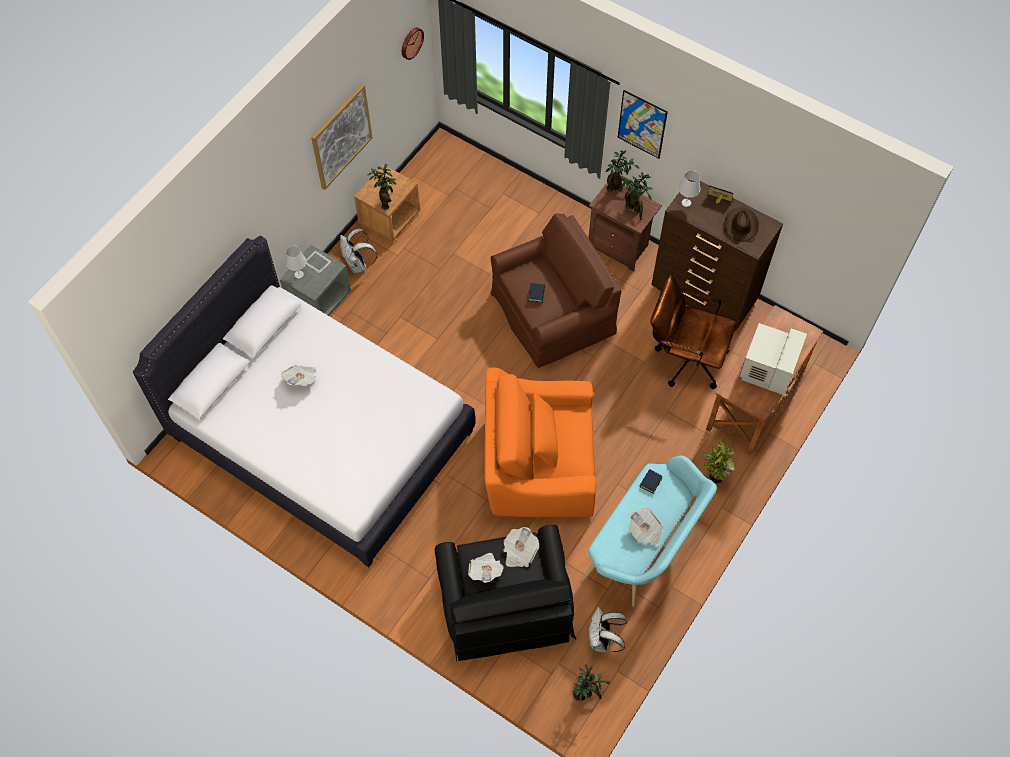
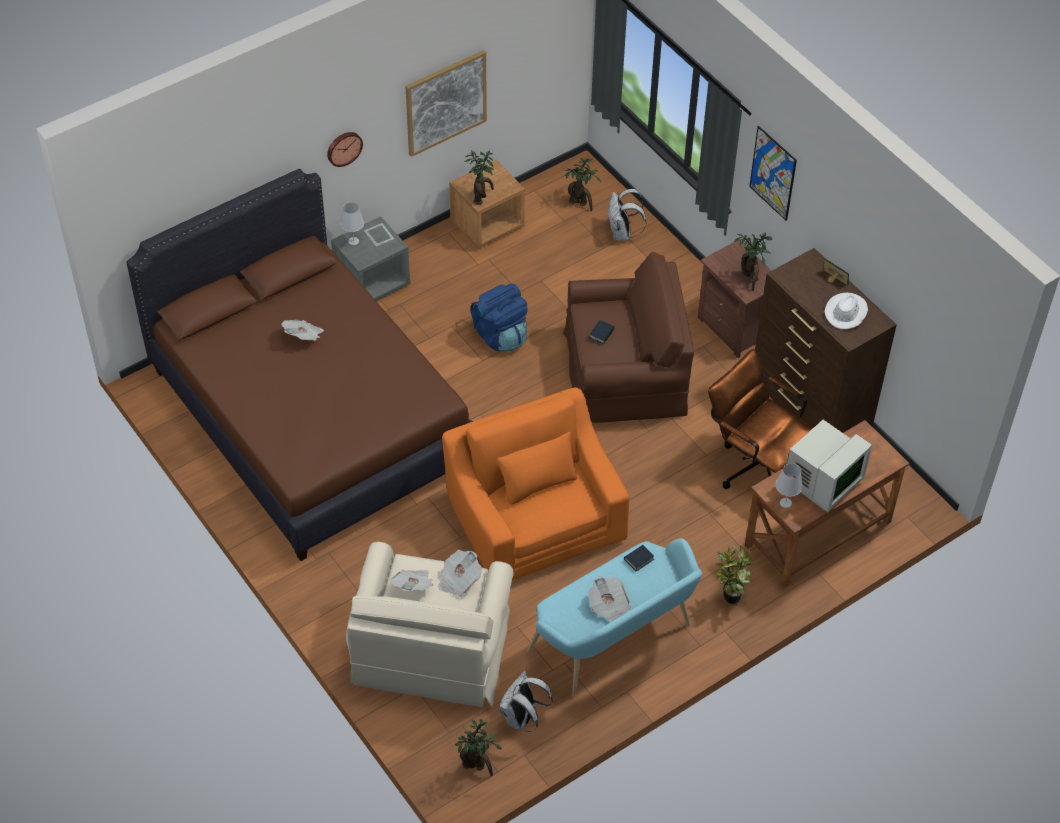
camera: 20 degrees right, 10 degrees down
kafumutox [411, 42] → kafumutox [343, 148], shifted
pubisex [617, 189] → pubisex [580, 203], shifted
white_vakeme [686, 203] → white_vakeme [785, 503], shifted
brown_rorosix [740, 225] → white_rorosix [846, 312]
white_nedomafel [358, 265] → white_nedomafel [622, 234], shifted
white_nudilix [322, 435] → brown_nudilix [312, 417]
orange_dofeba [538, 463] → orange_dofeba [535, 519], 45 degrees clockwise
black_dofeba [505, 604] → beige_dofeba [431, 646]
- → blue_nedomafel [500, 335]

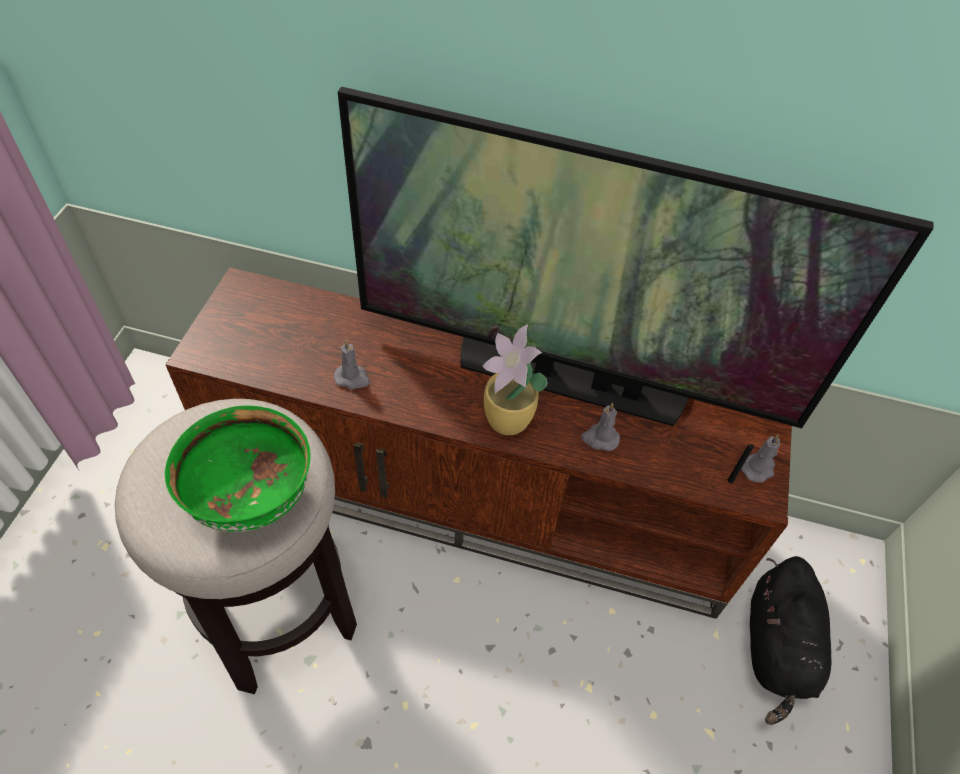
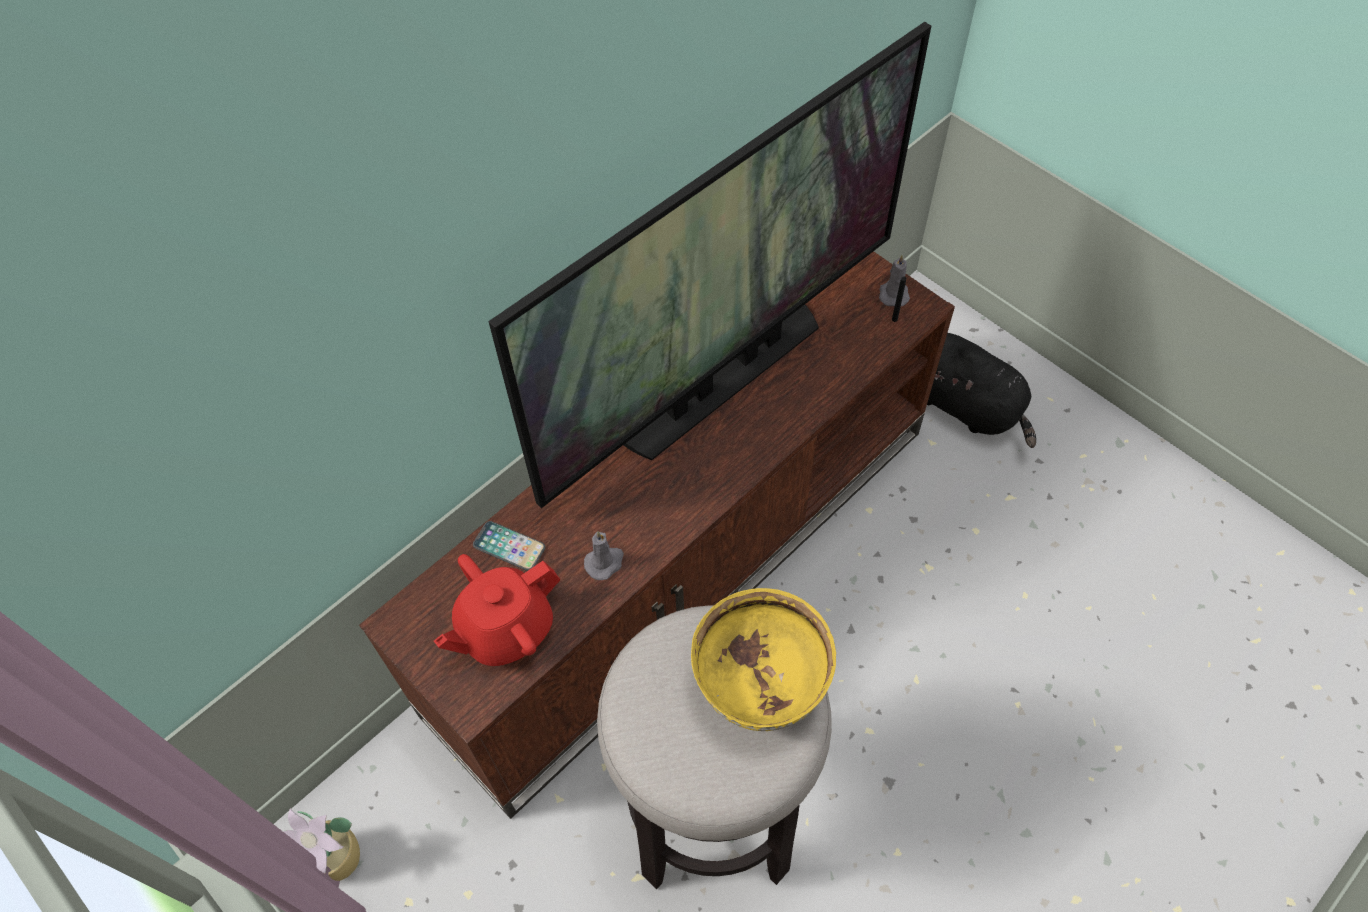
camera: 55 degrees left, 5 degrees up
pubisex [508, 421] → pubisex [341, 861], shifted
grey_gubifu [599, 438] → -
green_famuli [252, 498] → yellow_famuli [759, 684]
- → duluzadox [509, 546]
- → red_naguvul [505, 629]

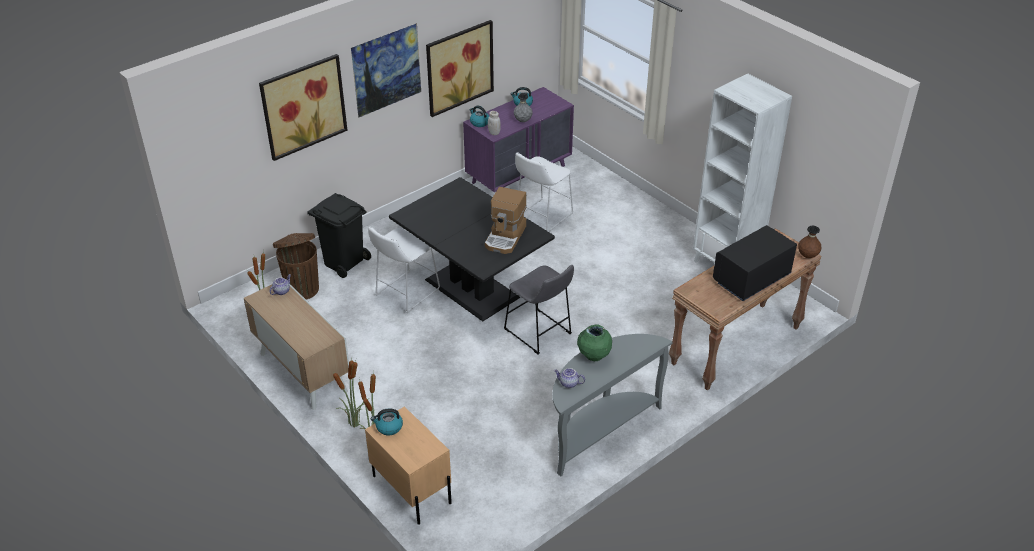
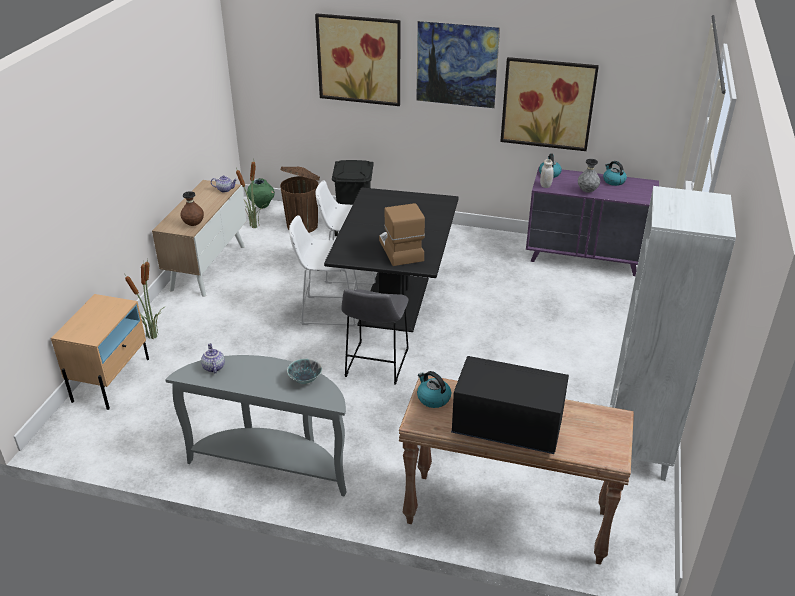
camera: 55 degrees right, 5 degrees down
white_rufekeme [541, 217] → white_rufekeme [327, 311], shifted
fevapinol [506, 237] → fevapinol [400, 250], 90 degrees clockwise
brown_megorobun [807, 256] → brown_megorobun [193, 224], shifted
green_megorobun [594, 357] → green_megorobun [262, 206], shifted
pubisex [355, 424] → -
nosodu [388, 427] → nosodu [433, 398], shifted
- → famuli [305, 381]

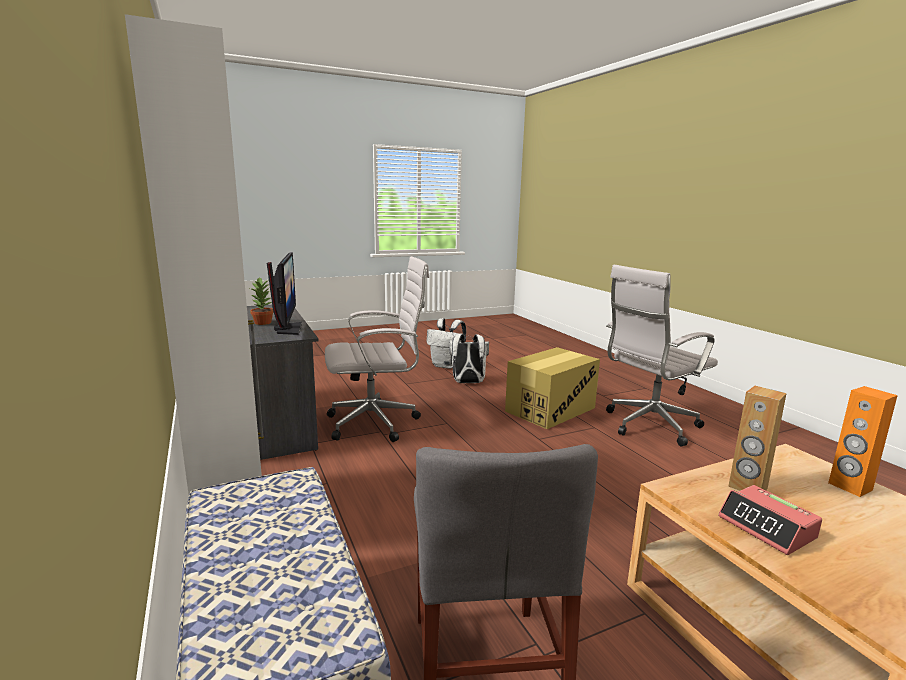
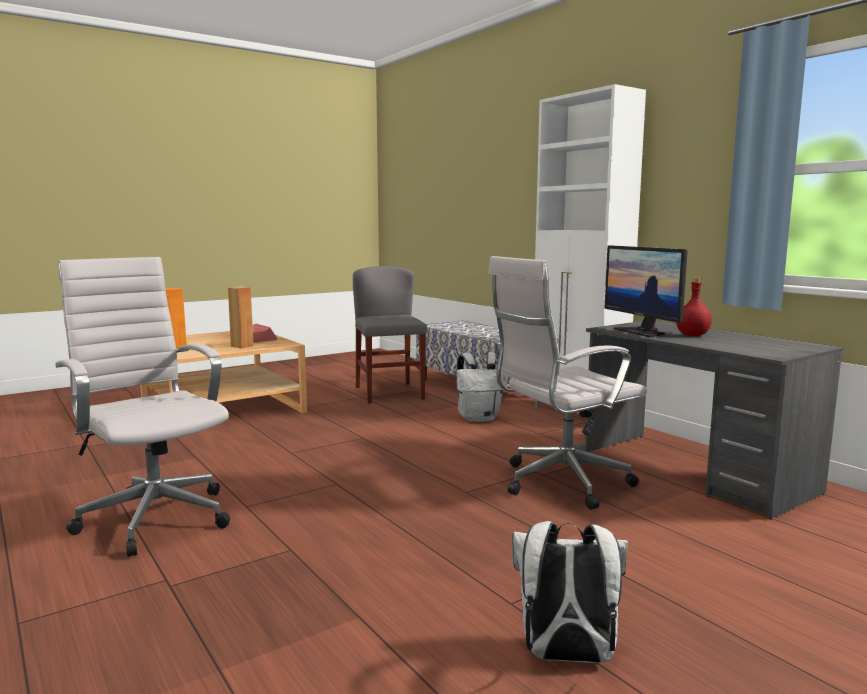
camera: 170 degrees right, 5 degrees down
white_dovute [648, 426] → white_dovute [154, 517], 90 degrees counterclockwise
pubisex [263, 322] → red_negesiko [693, 335]
white_nedomafel [467, 383] → white_nedomafel [479, 418], shifted
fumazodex [550, 409] → -

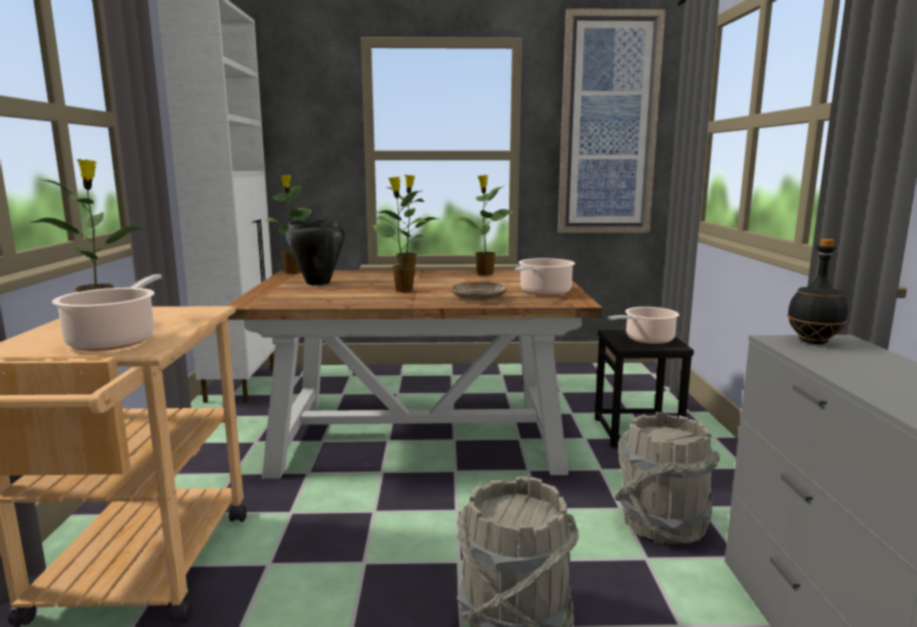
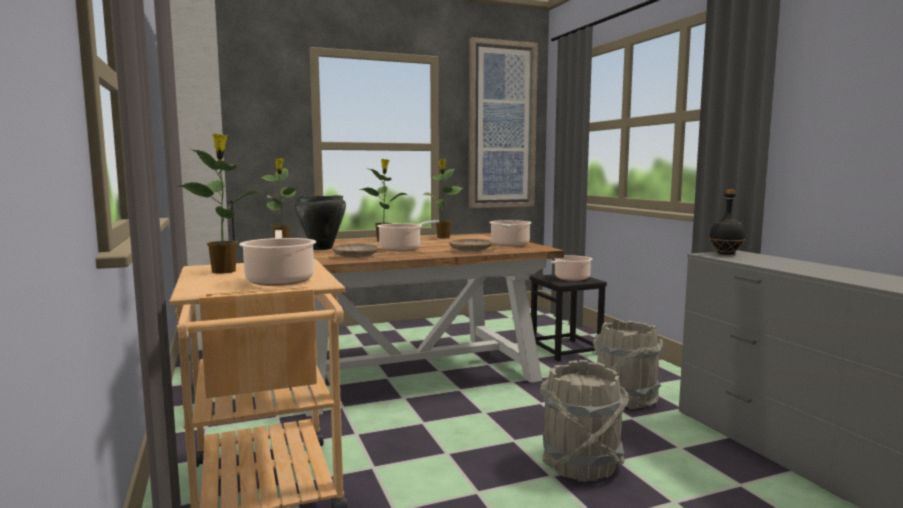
camera: 20 degrees left, 5 degrees down
pubisex [402, 290] → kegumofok [402, 249]
- → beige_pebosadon [355, 256]

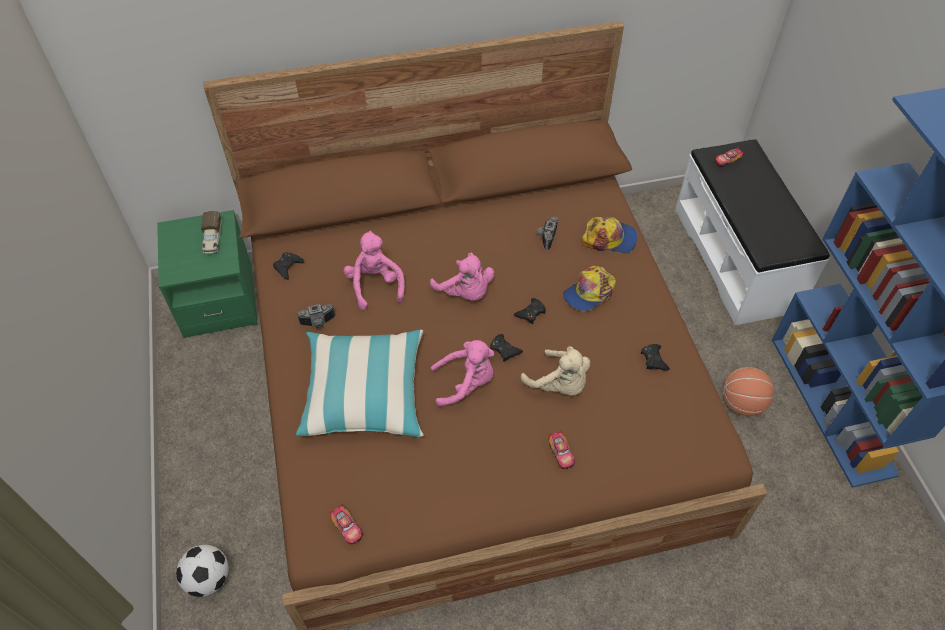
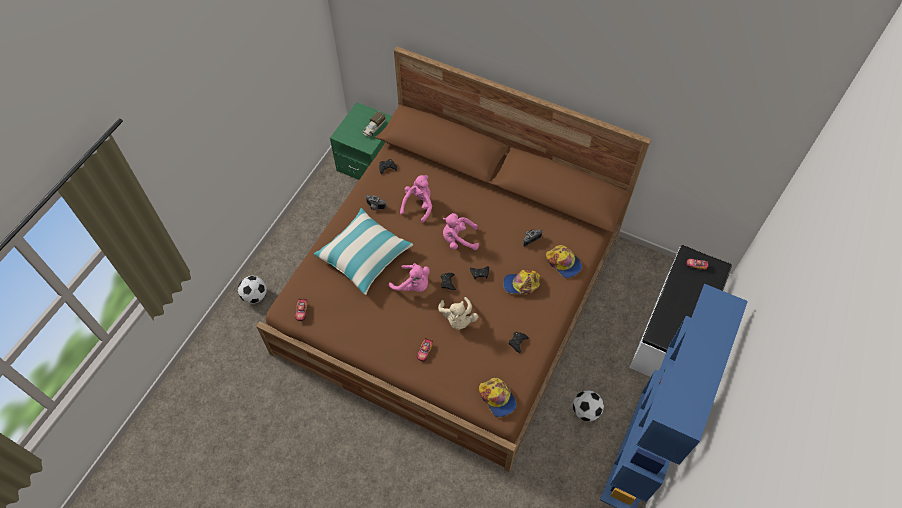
camera: 40 degrees right, 5 degrees up
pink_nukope [465, 292] → pink_nukope [458, 240], 90 degrees clockwise
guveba [741, 403] → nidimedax [585, 411]
- → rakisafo [497, 398]

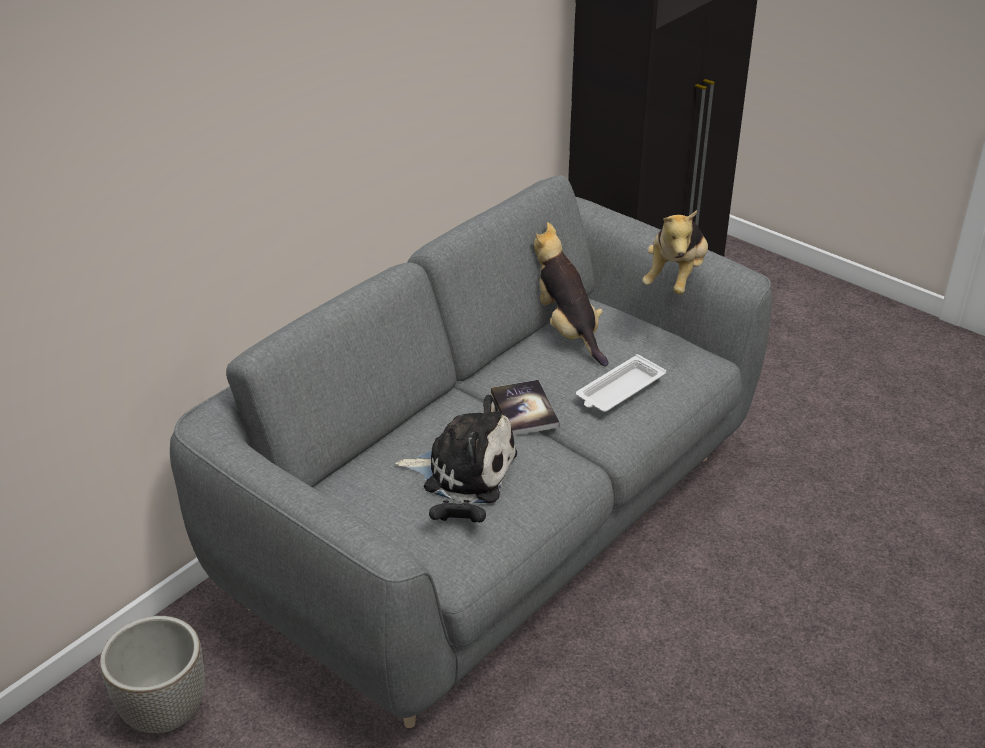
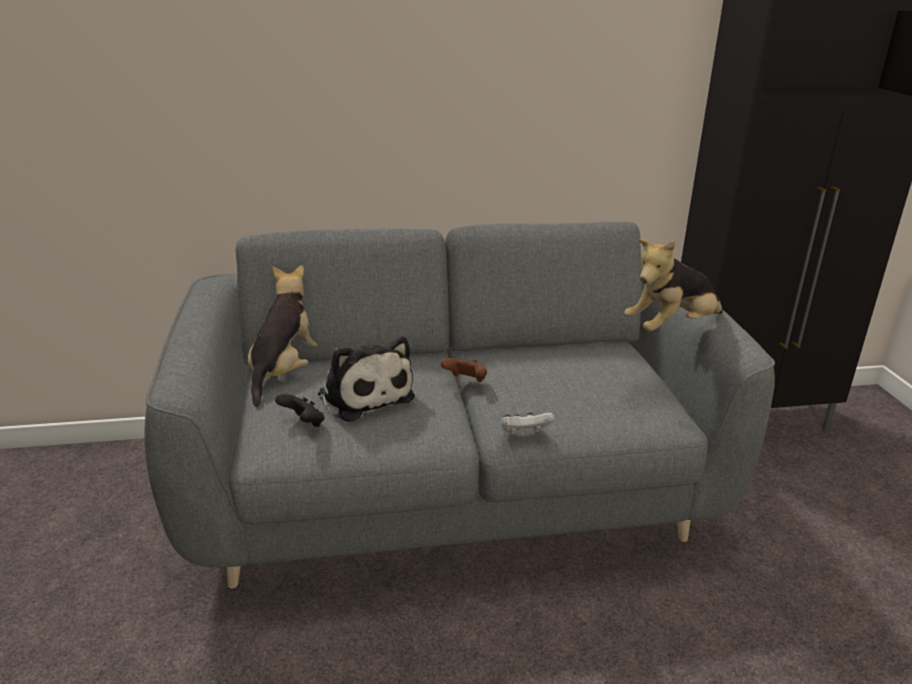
camera: 40 degrees right, 10 degrees down
nukope [567, 330] → nukope [284, 371], shifted
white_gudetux [619, 390] → -
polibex [524, 409] → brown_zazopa [466, 382]
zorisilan [165, 712] → -
- → white_zazopa [524, 434]

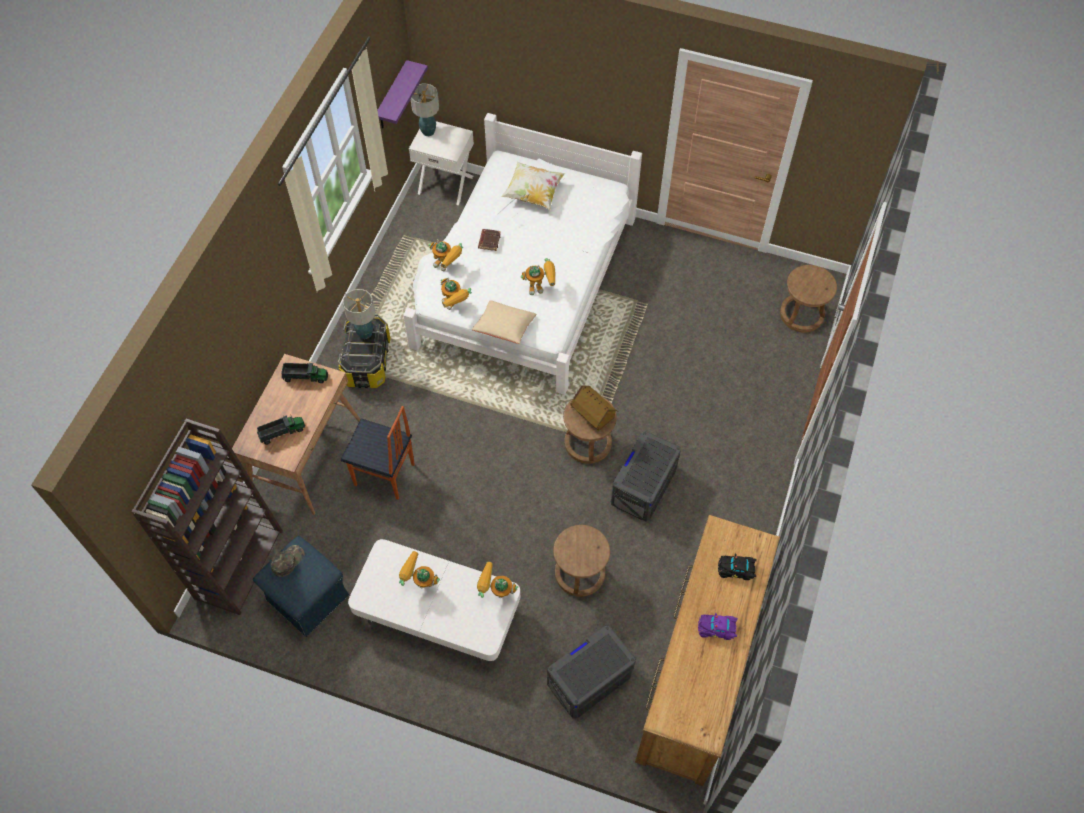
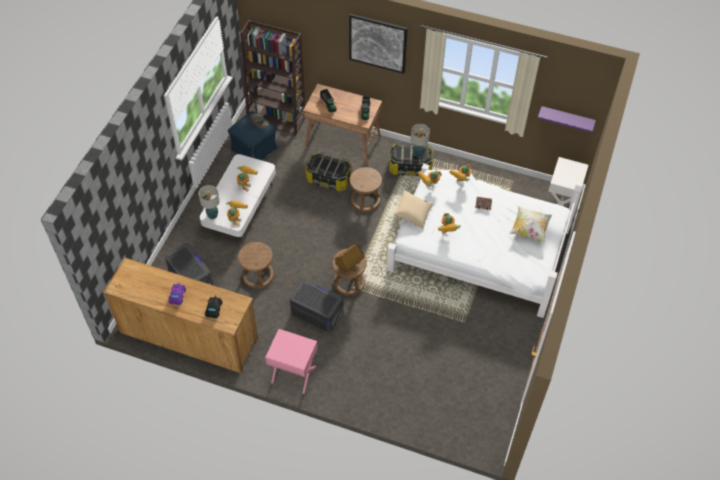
camera: 90 degrees right, 5 degrees down
vakeme [428, 131] → vakeme [212, 215], shifted
brown_rufekeme [801, 314] → brown_rufekeme [365, 200], shifted
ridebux [384, 476] → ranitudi [329, 179]
- → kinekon [378, 43]
- → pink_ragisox [293, 374]

